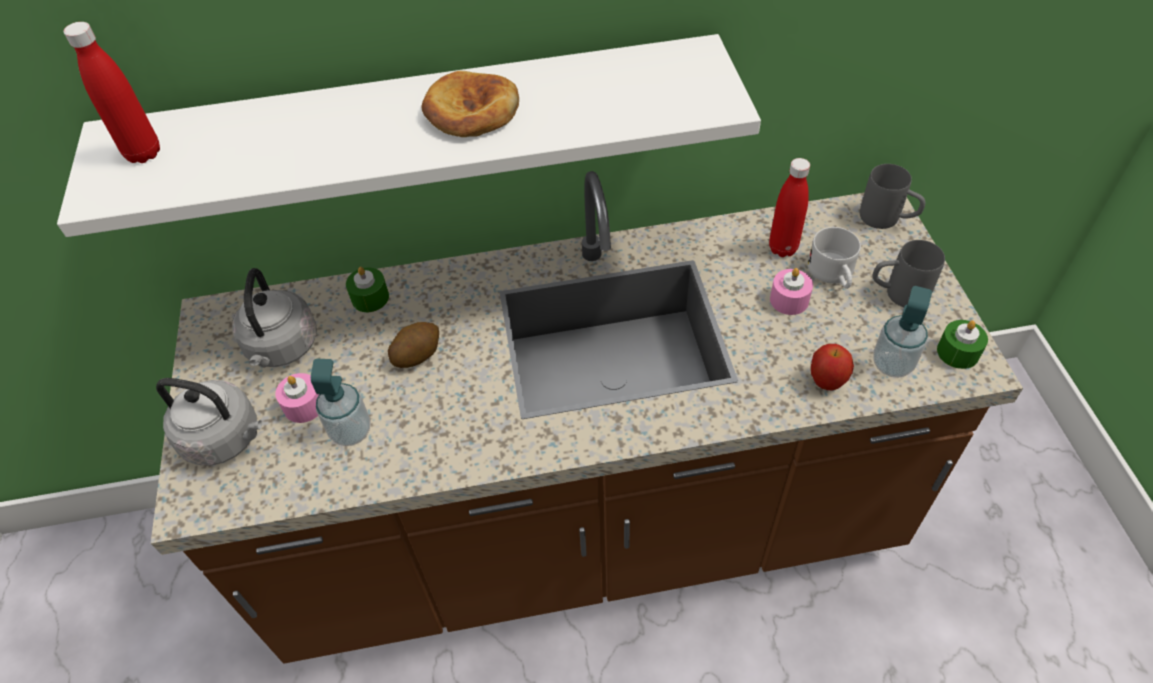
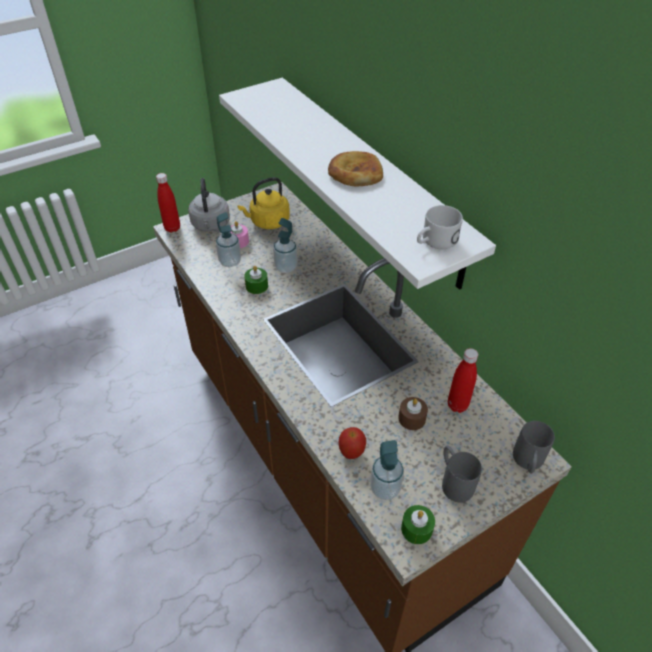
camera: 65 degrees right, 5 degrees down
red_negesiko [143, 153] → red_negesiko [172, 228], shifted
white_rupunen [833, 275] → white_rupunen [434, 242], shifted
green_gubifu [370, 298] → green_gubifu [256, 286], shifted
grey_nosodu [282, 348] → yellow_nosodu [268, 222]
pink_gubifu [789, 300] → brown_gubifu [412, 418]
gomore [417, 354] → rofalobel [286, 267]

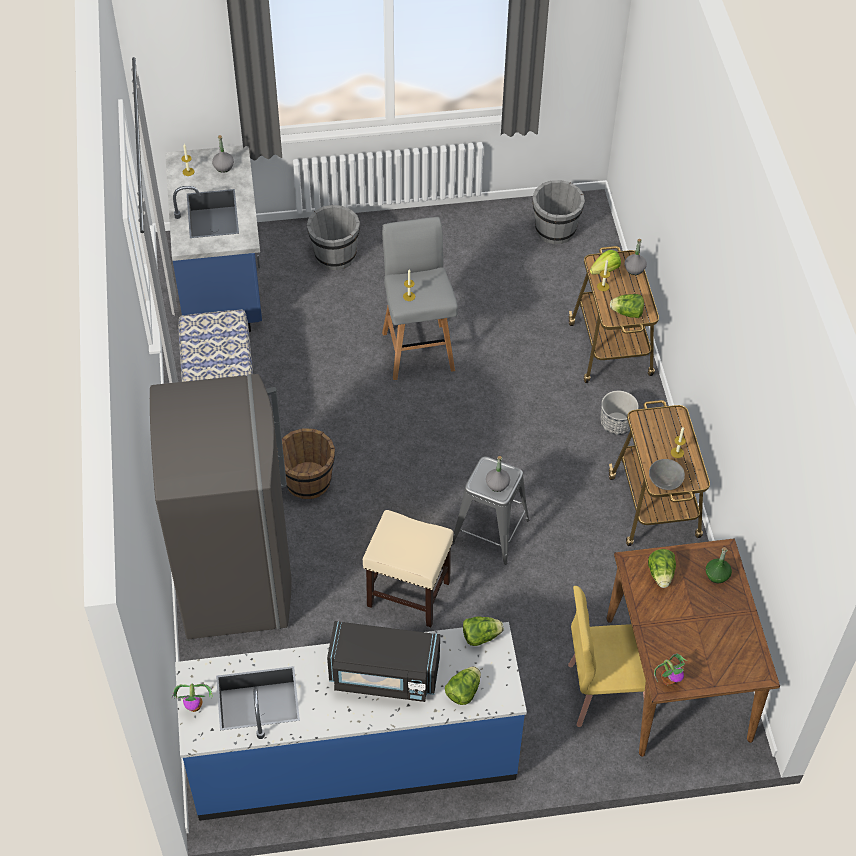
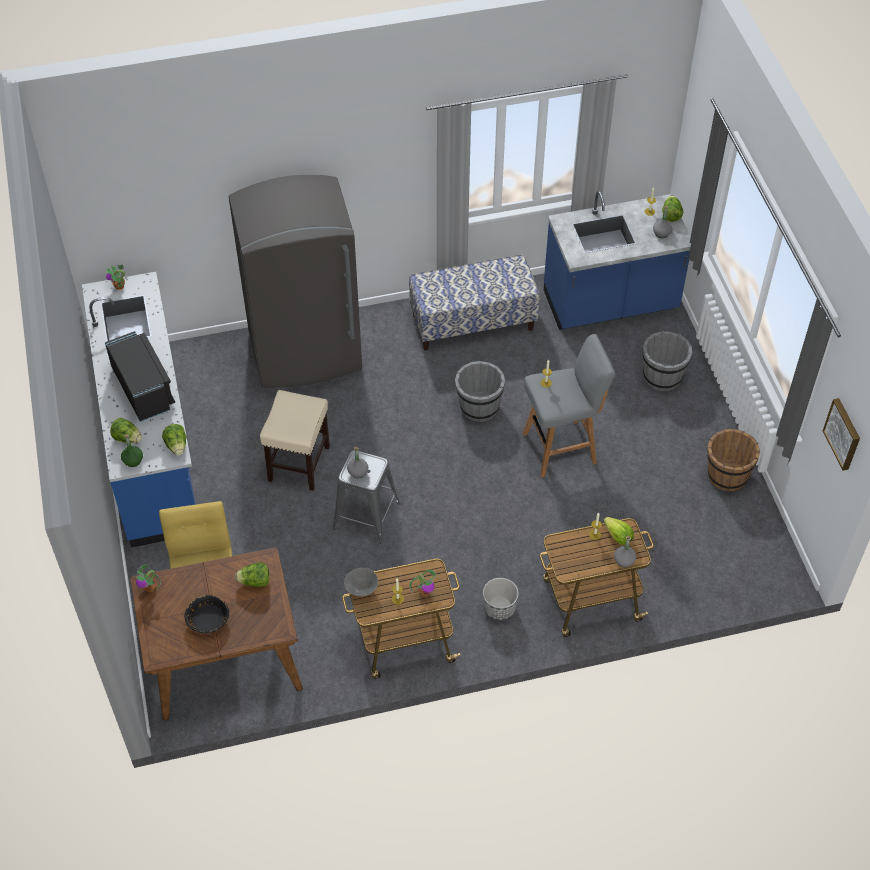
camera: 85 degrees right, 0 degrees up
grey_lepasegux [555, 230] → grey_lepasegux [479, 407], shifted
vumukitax [627, 313] → vumukitax [670, 215], shifted
brown_lepasegux [308, 482] → brown_lepasegux [726, 475], shifted
green_negesiko [717, 575] → green_negesiko [133, 460], shifted
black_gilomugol [384, 674] → black_gilomugol [143, 389], 150 degrees clockwise
- → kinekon [843, 433]
- → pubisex [424, 592]
- → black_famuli [208, 619]

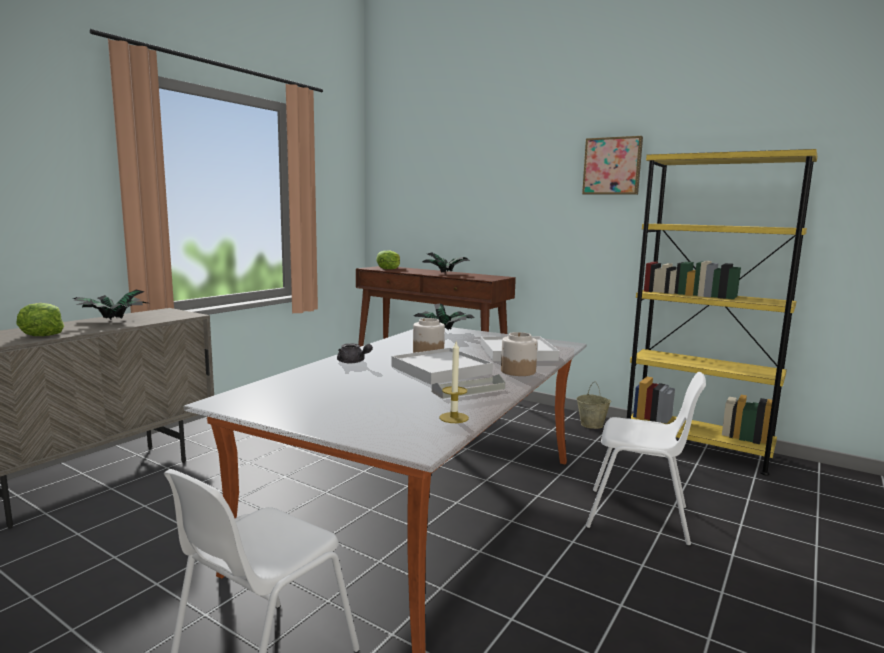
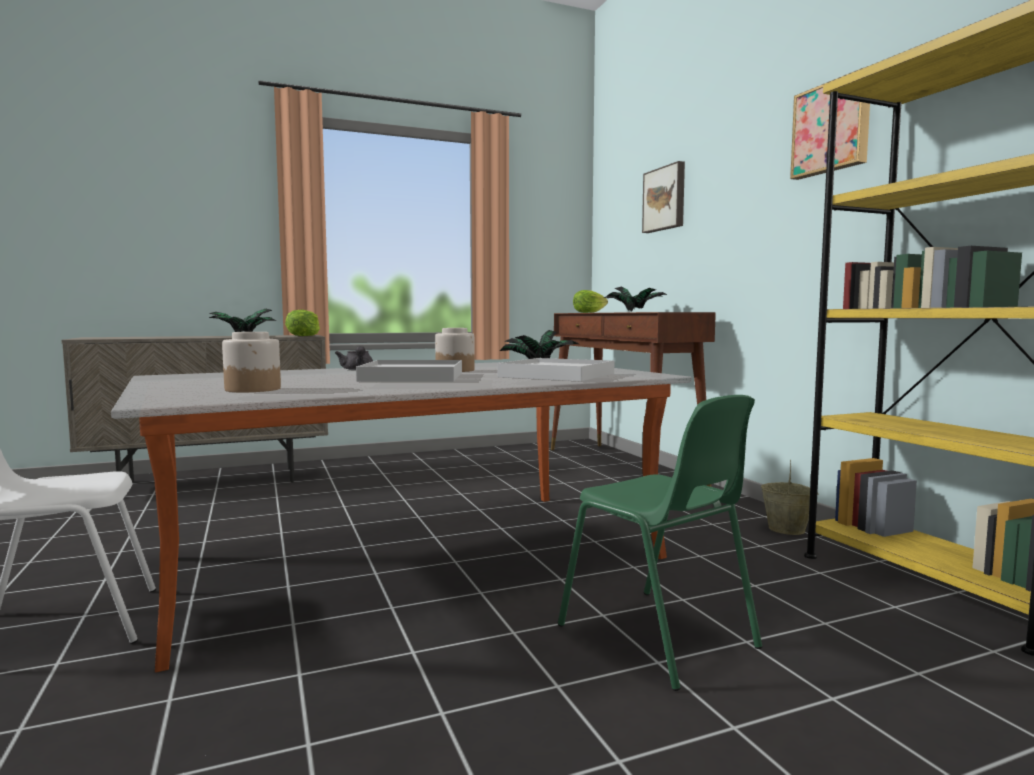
camera: 35 degrees right, 5 degrees down
vumukitax [42, 334] → vumukitax [304, 336], shifted
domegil [518, 371] → domegil [253, 389], shifted
gubifu [454, 418] → -
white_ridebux [639, 517] → green_ridebux [658, 637]
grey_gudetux [468, 390] → -
- → kinekon [665, 199]

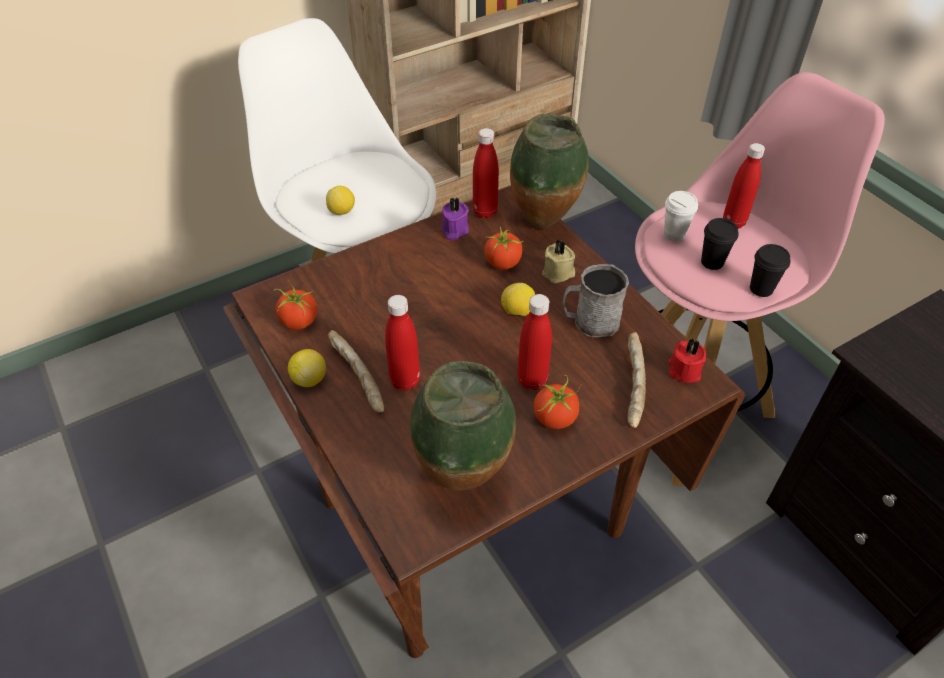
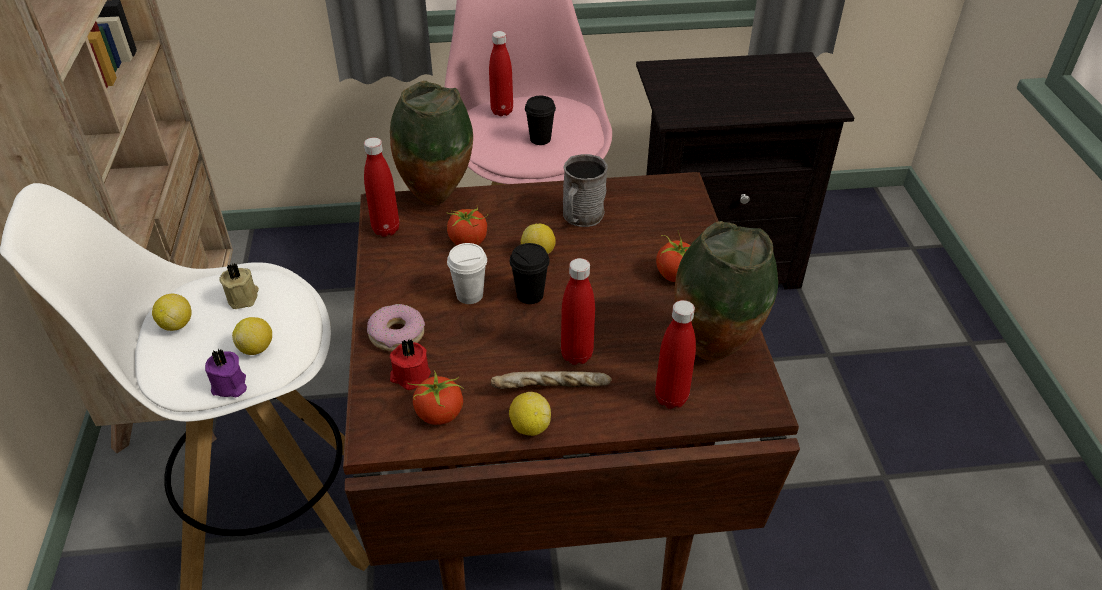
camera: 65 degrees left, 5 degrees down
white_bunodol [674, 234] → white_bunodol [469, 295], shifted
purple_gubifu [454, 230] → purple_gubifu [229, 386], shifted
beige_gubifu [558, 273] → beige_gubifu [244, 297], shifted
black_bunodol [761, 289] → black_bunodol [530, 295], shifted
red_negesiko [532, 380] → red_negesiko [671, 398], shifted
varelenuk [631, 386] → -
red_gubifu [684, 370] → red_gubifu [410, 376], shifted
- → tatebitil [176, 324]
- → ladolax [396, 334]

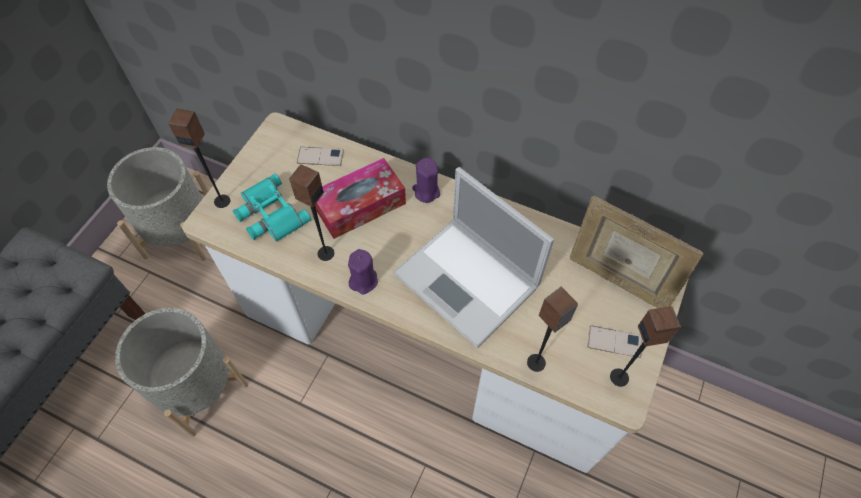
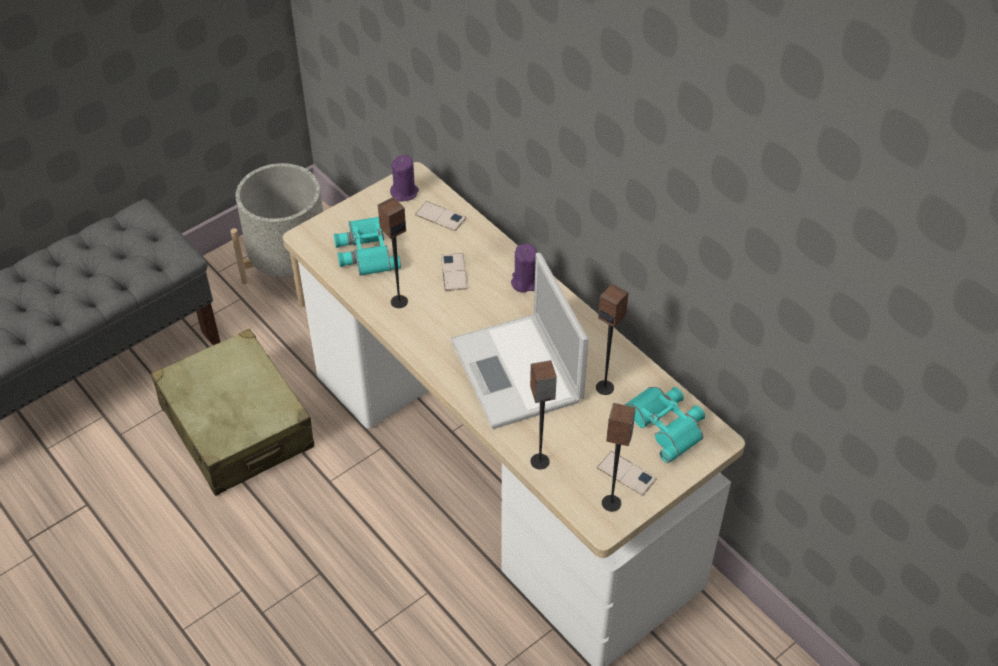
camera: 25 degrees right, 10 degrees down
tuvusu [222, 201] → tuvusu [605, 387], shifted
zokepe [360, 205] → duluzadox [454, 272]
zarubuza [617, 280] → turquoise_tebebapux [665, 424]
purple_gubifu [363, 280] → purple_gubifu [404, 192], shifted
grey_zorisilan [198, 387] → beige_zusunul [237, 426]

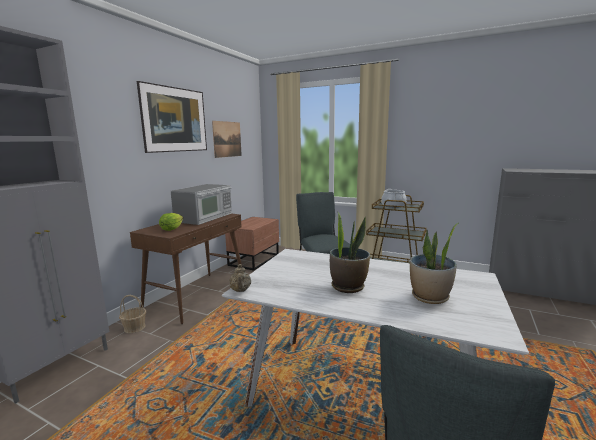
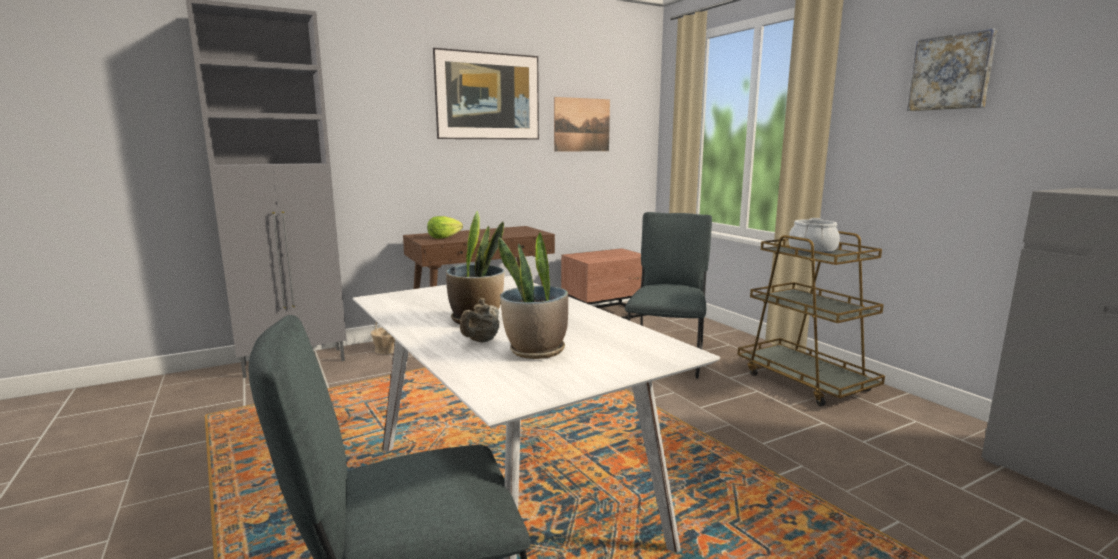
camera: 35 degrees right, 0 degrees up
gilomugol [205, 217] → -
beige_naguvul [240, 291] → beige_naguvul [481, 341], shifted
- → kinekon [951, 72]

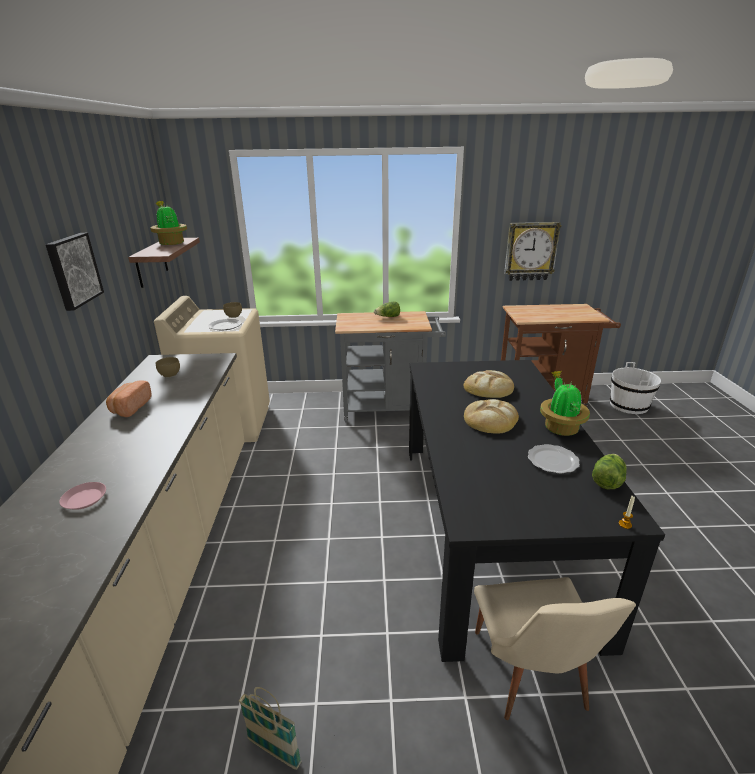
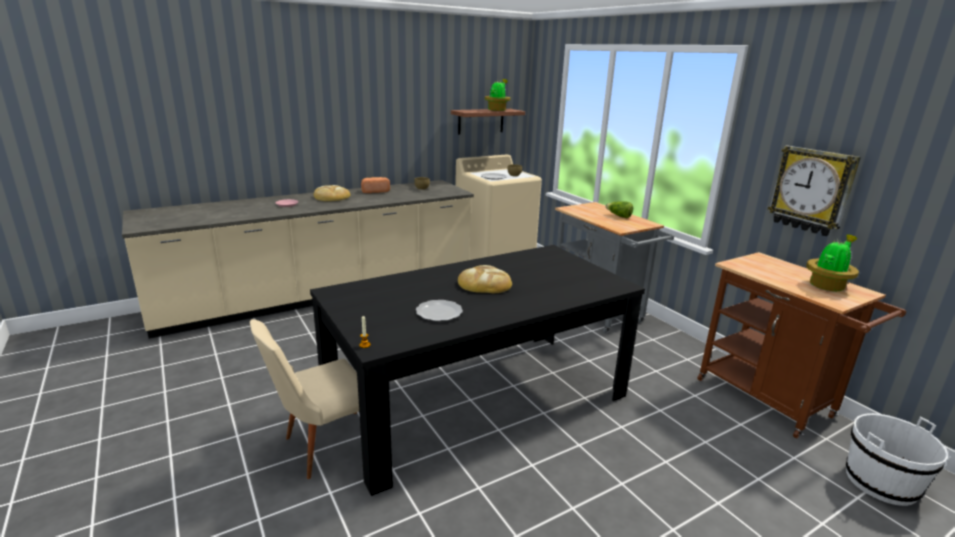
camera: 60 degrees right, 5 degrees down
kinekon [73, 270] → -
varelenuk [488, 388] → varelenuk [331, 197], shifted
pubisex [560, 427] → pubisex [827, 286], shifted
vumukitax [607, 480] → -
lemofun [274, 751] → -

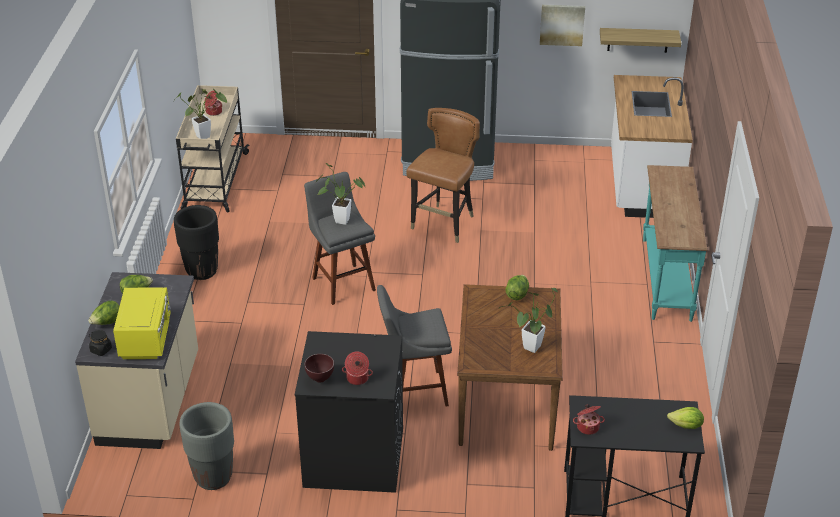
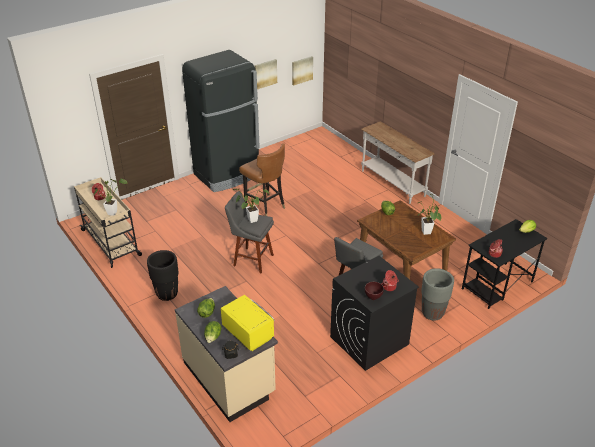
camera: 40 degrees left, 0 degrees up
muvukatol [638, 40] → kinekon [302, 70]
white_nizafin [641, 184] → -
brown_ridebux [444, 224] → brown_ridebux [265, 206], 150 degrees clockwise
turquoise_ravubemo [665, 279] → white_ravubemo [392, 183]
grey_zorisilan [213, 477] → grey_zorisilan [432, 313], shifted

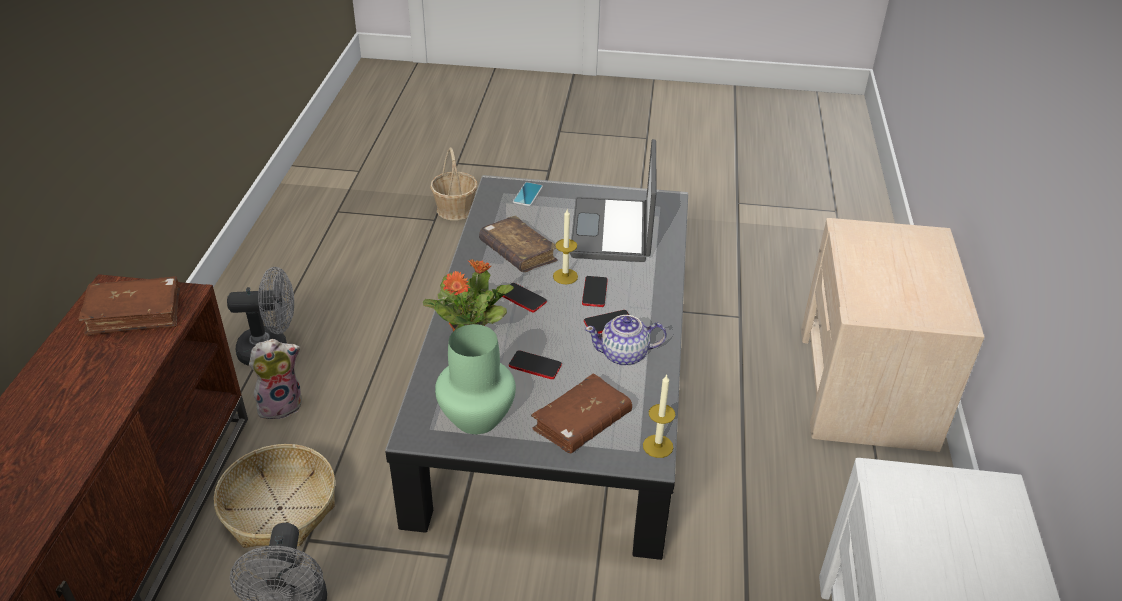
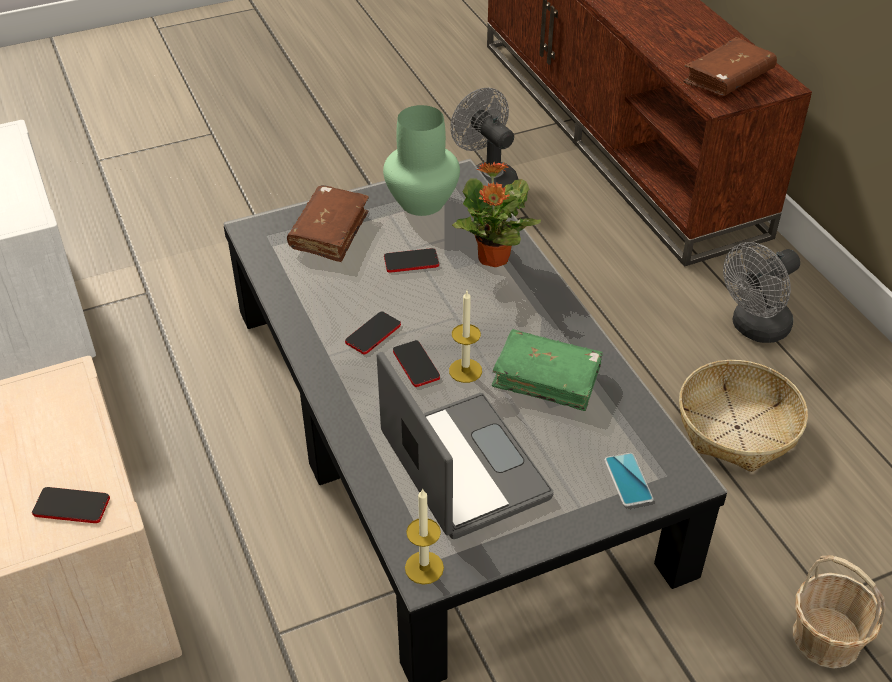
camera: 150 degrees right, 5 degrees up
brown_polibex [518, 253] → green_polibex [547, 378]
duluzadox [523, 298] → duluzadox [71, 506], shifted
naguvul [624, 355] → -
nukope [281, 404] → -
gubifu [658, 446] → gubifu [424, 567], shifted
lemofun [280, 508] → lemofun [737, 428], shifted

